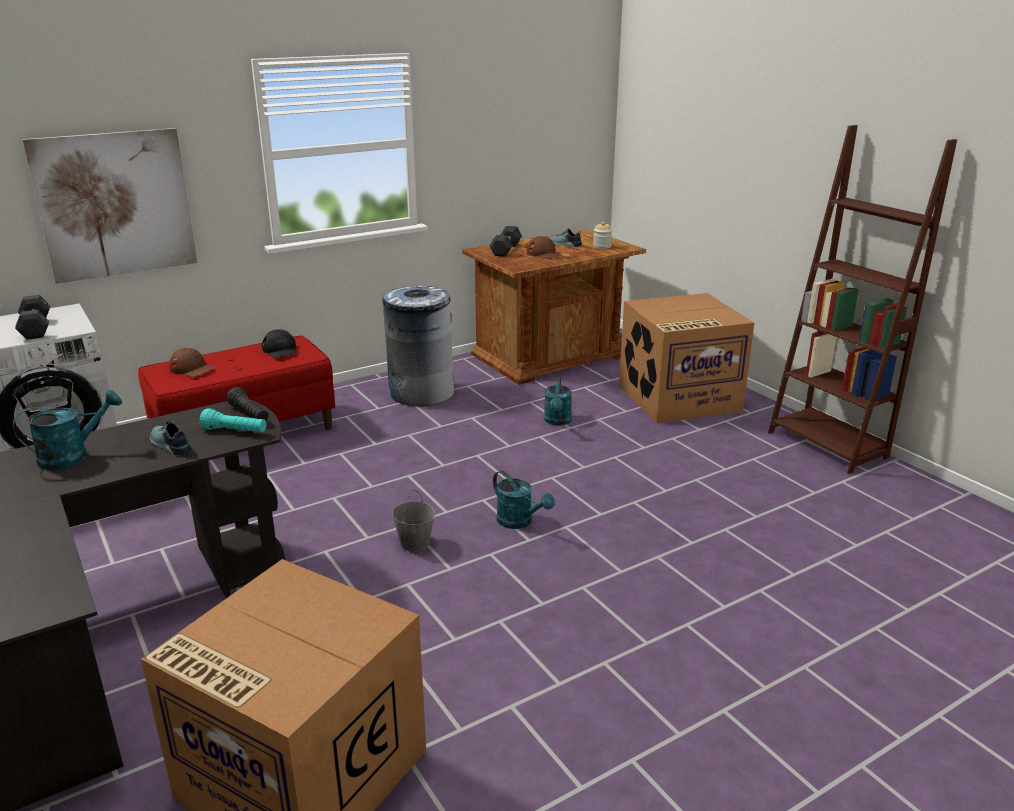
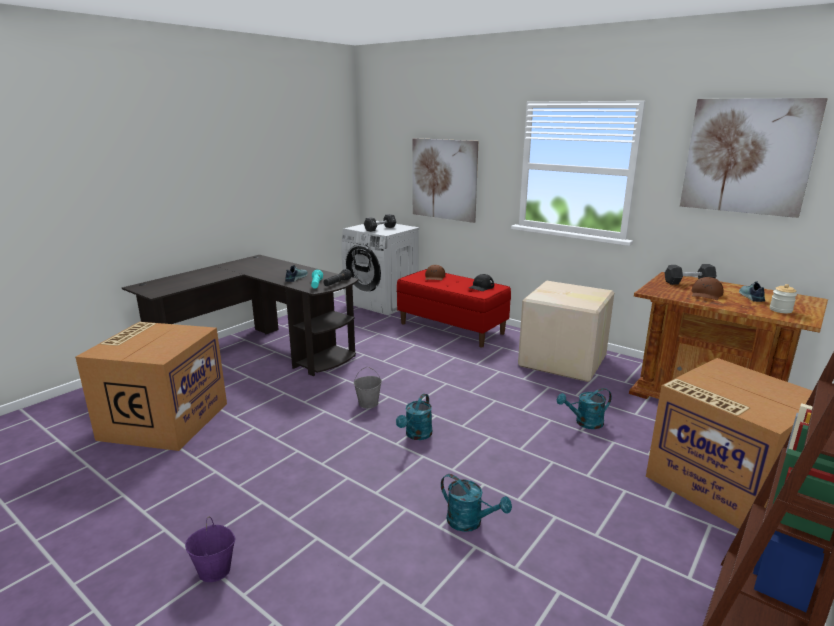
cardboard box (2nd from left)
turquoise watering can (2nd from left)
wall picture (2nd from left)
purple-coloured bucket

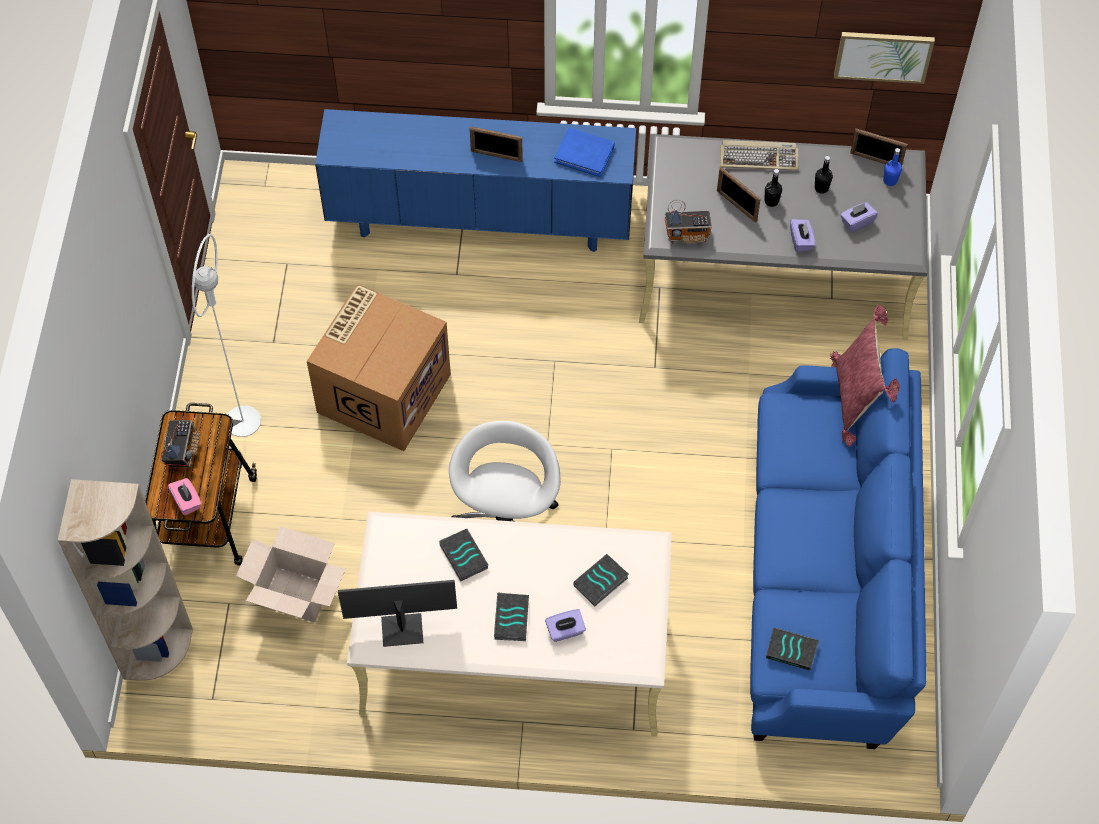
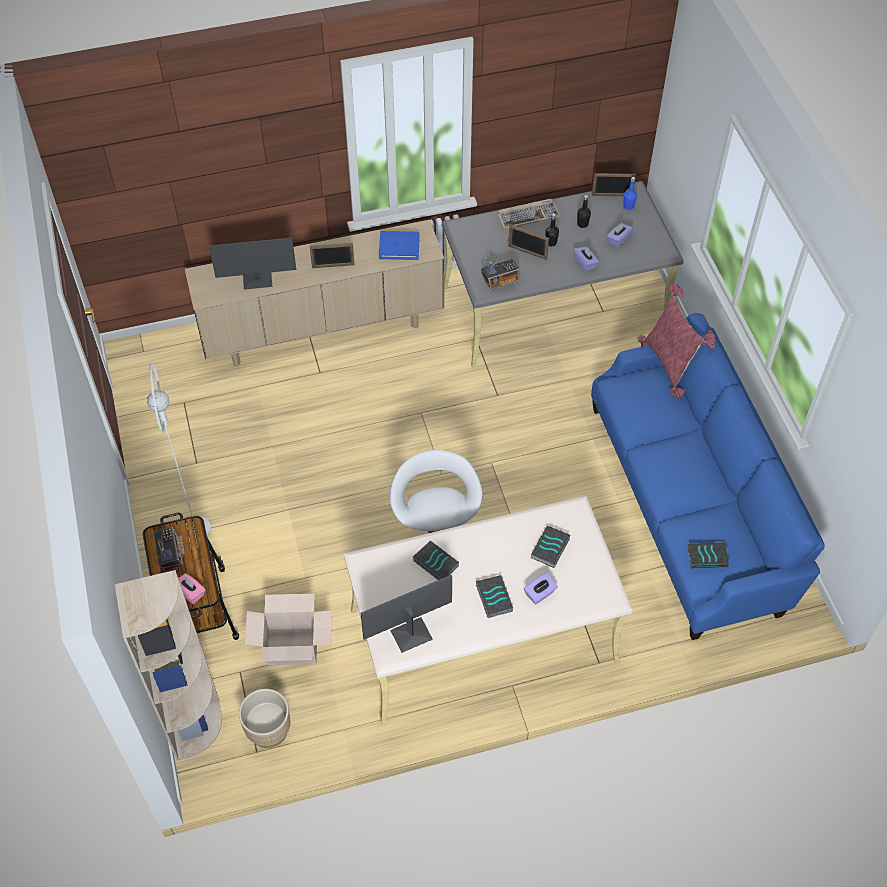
wall picture
beige-coloured storage cabinet
cardboard box (2nd from left in the first image)
monitor (1st from left)
beige-coloured flower pot

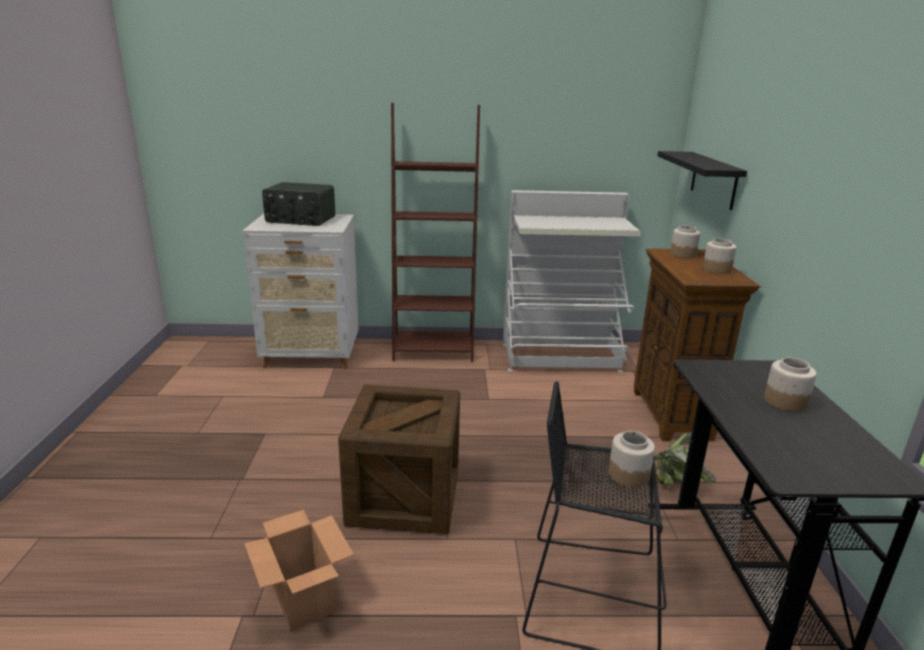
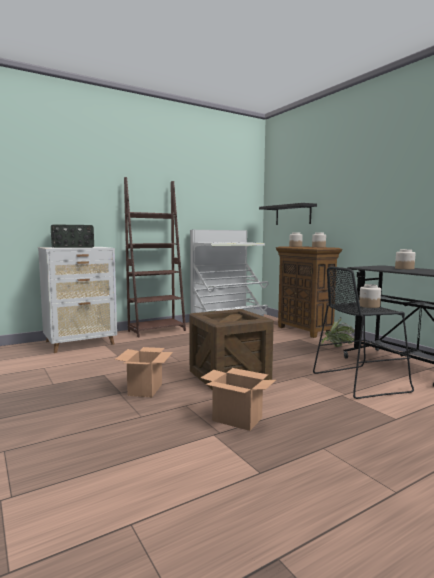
cardboard box (1st from left)

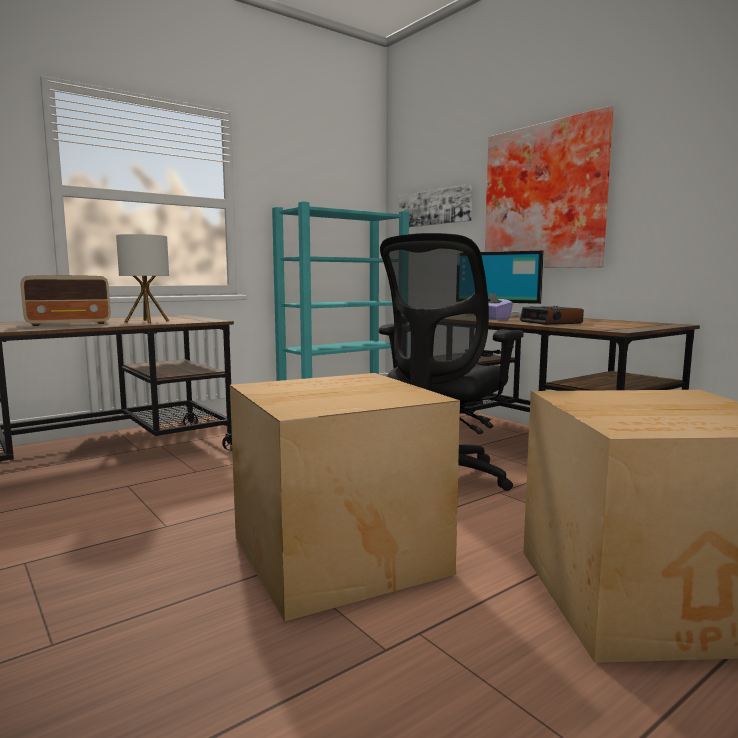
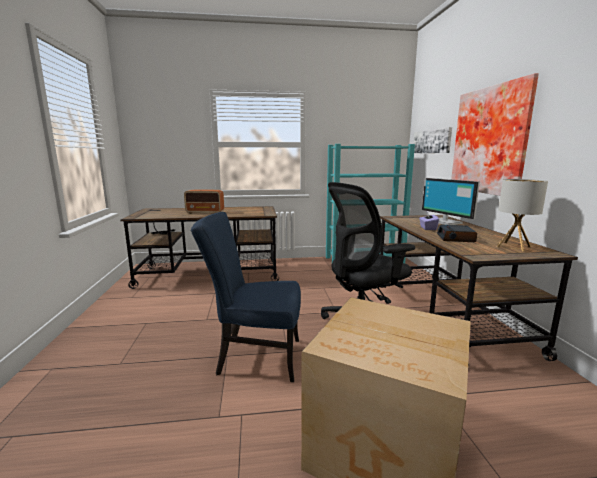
table lamp
blue-coloured chair

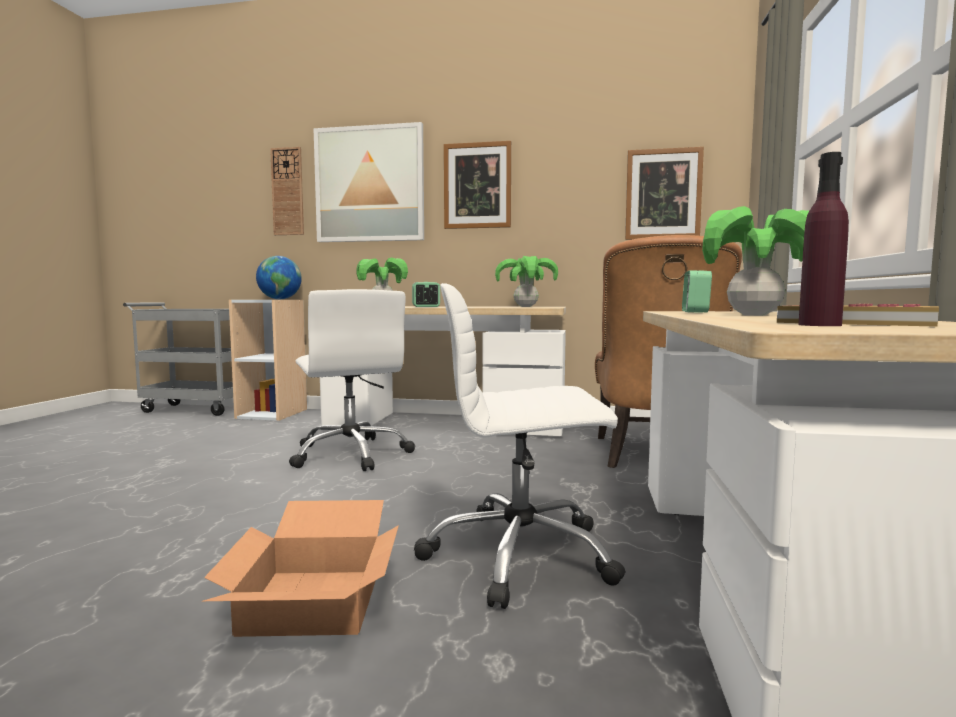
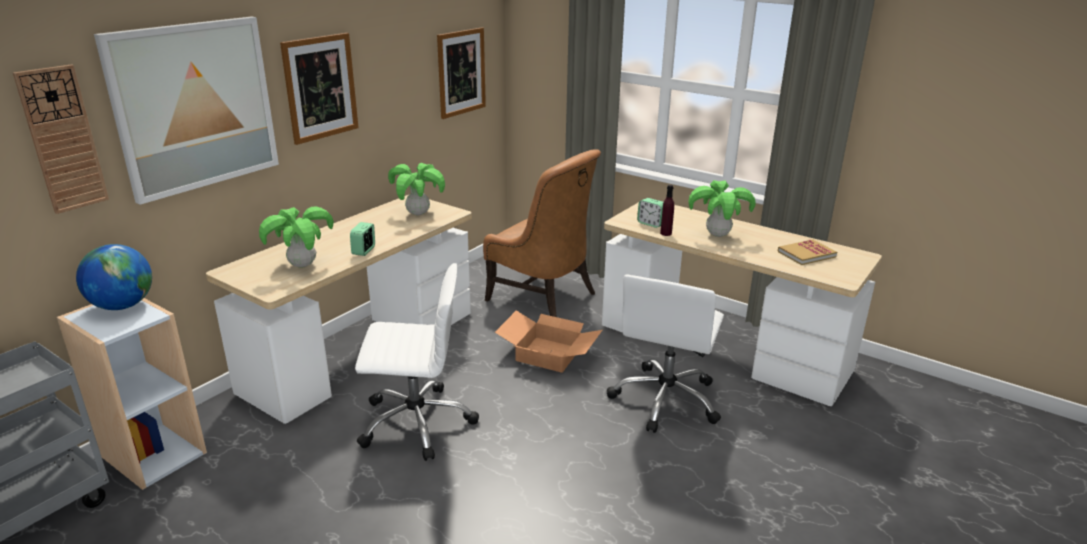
purple-coloured bottle
cardboard box

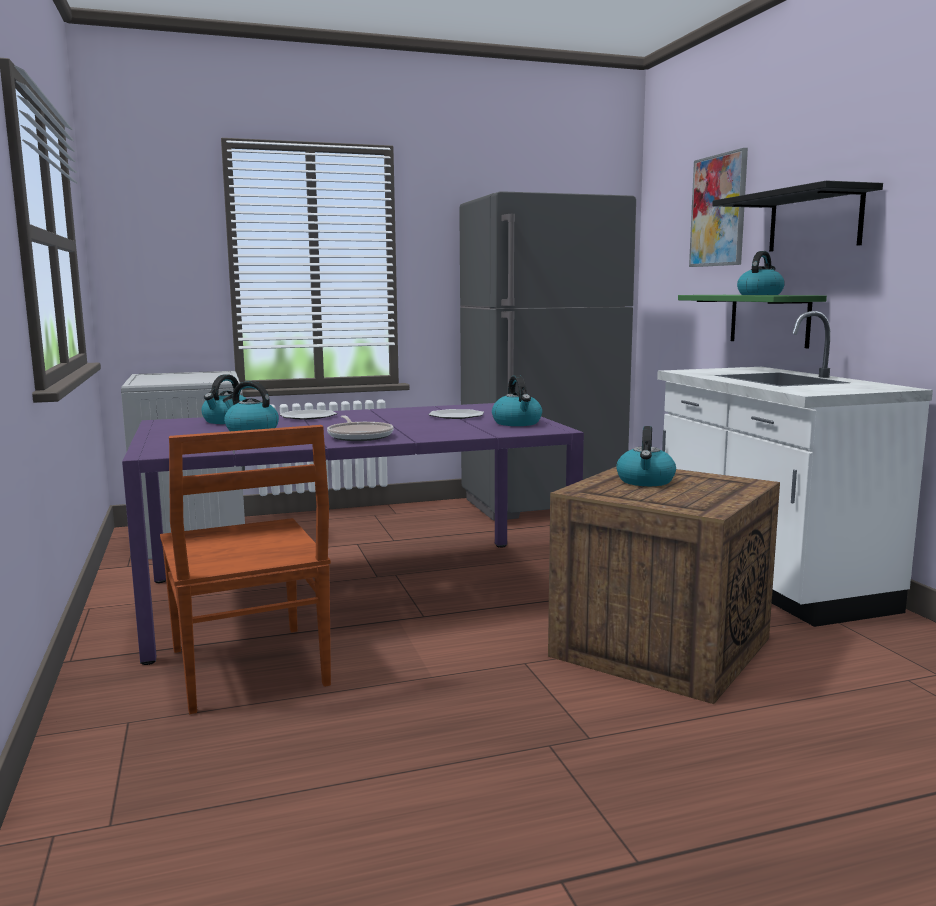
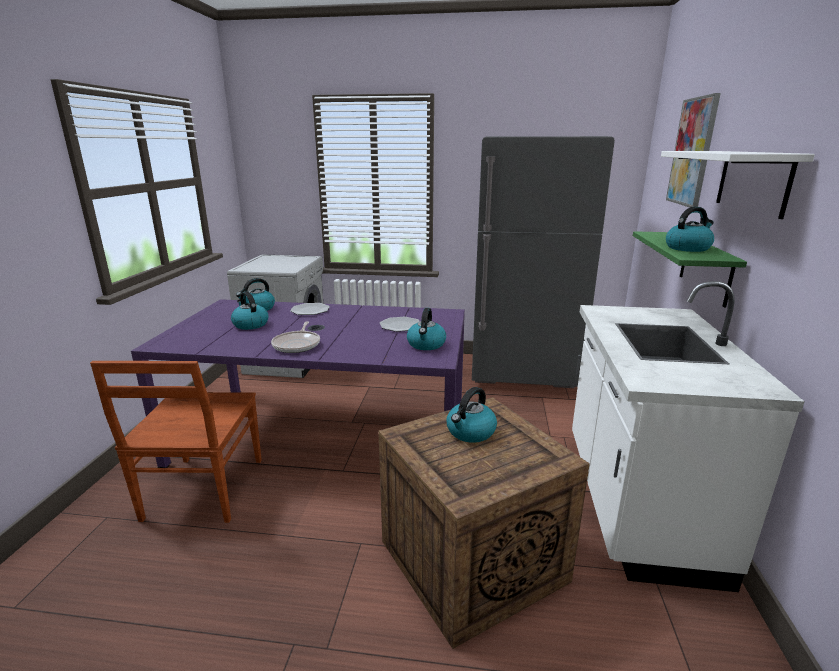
white shelf

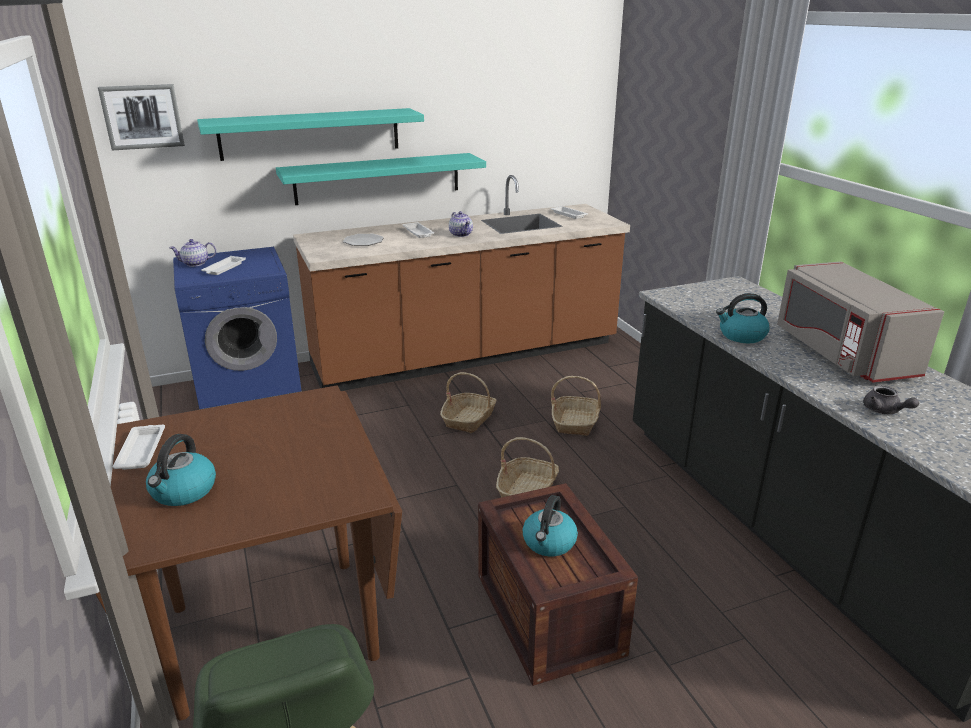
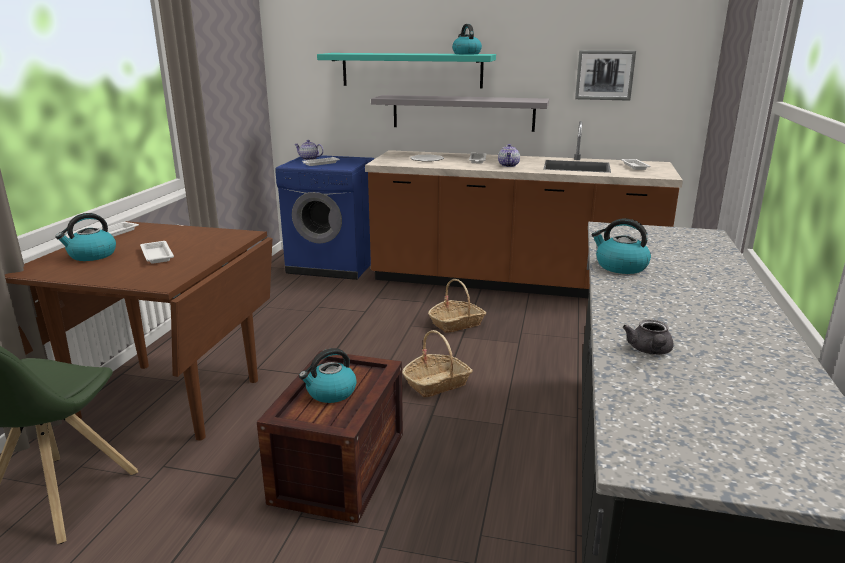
wall picture
grey shelf
grey kitchen microwave
household basket (3rd from left in the first image)
water kettle (3rd from left)
white serving tray (2nd from left)

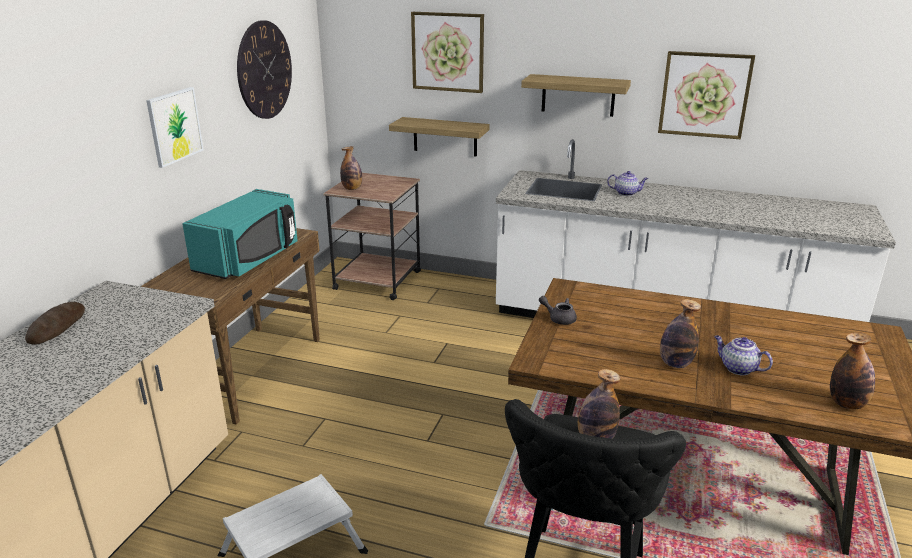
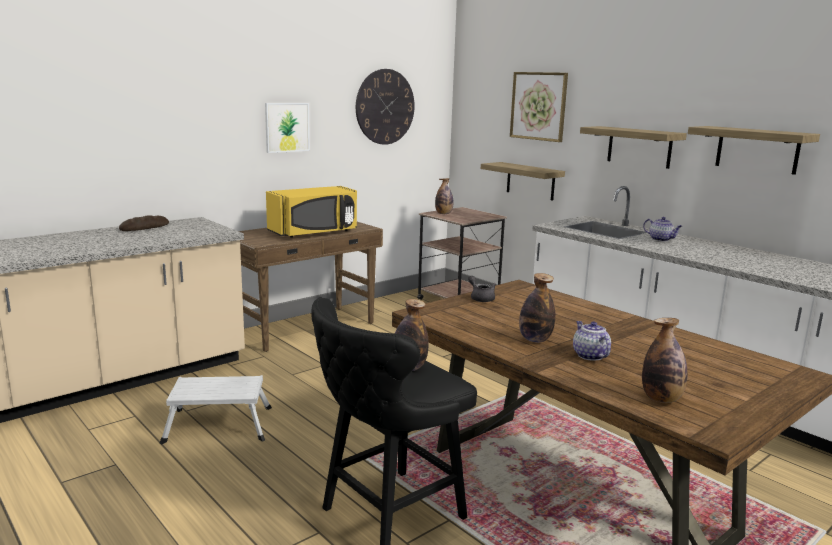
shelf (3rd from left)
yellow kitchen microwave

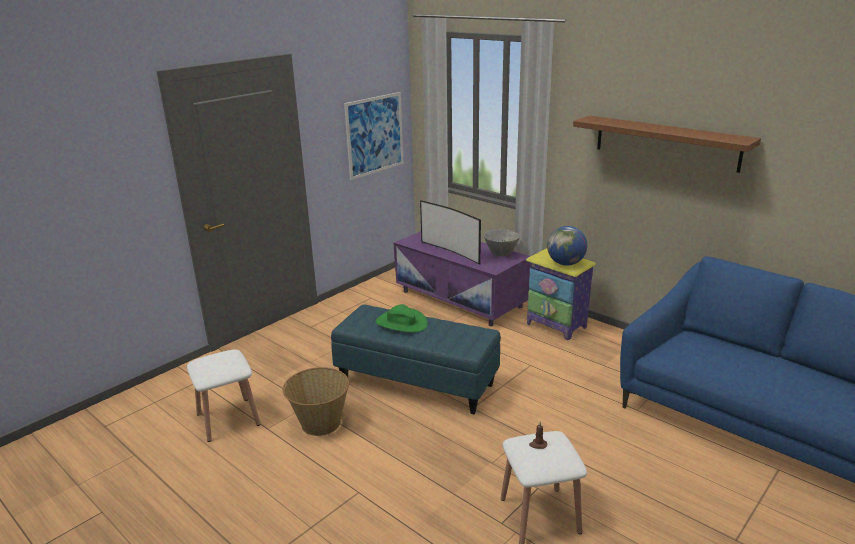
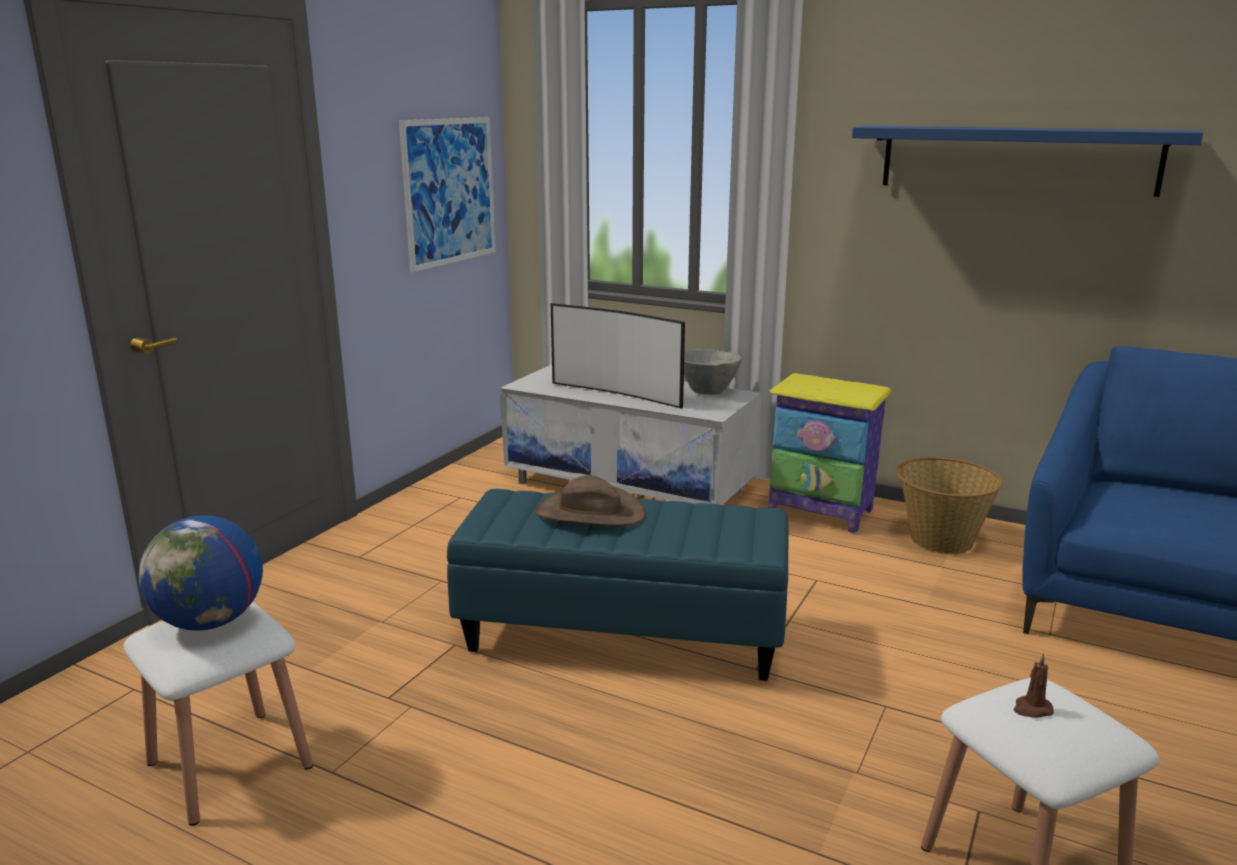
blue-coloured shelf
globe
white media console
brownish clothing hat
household basket

